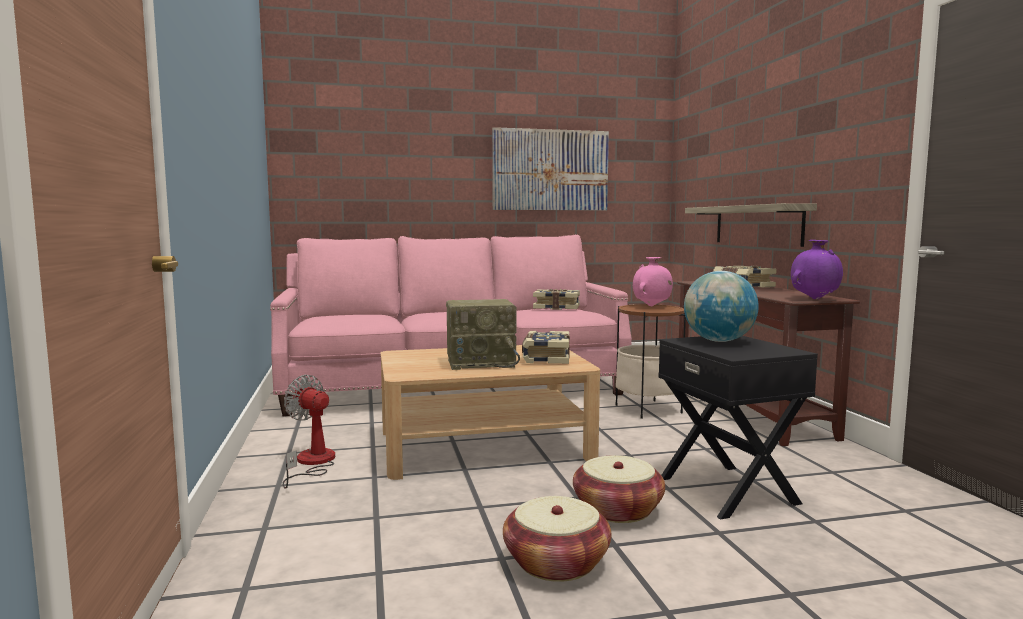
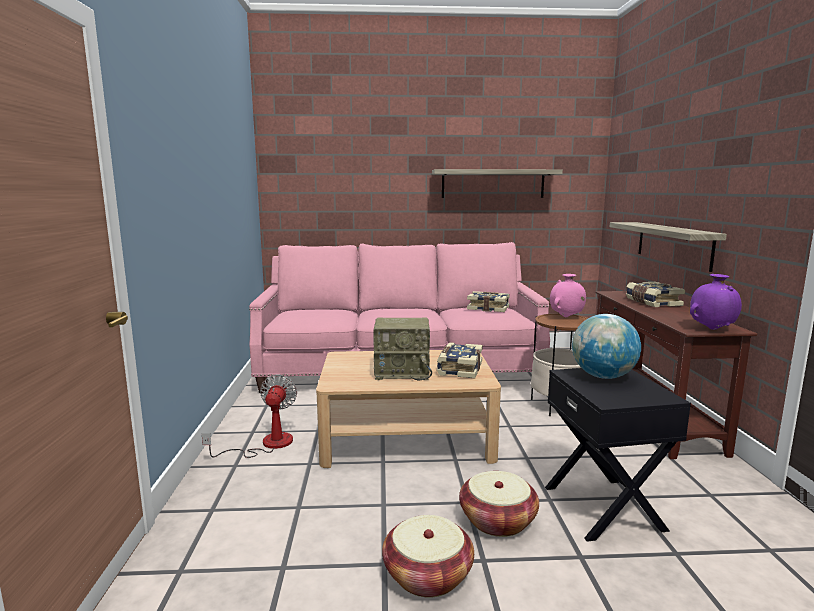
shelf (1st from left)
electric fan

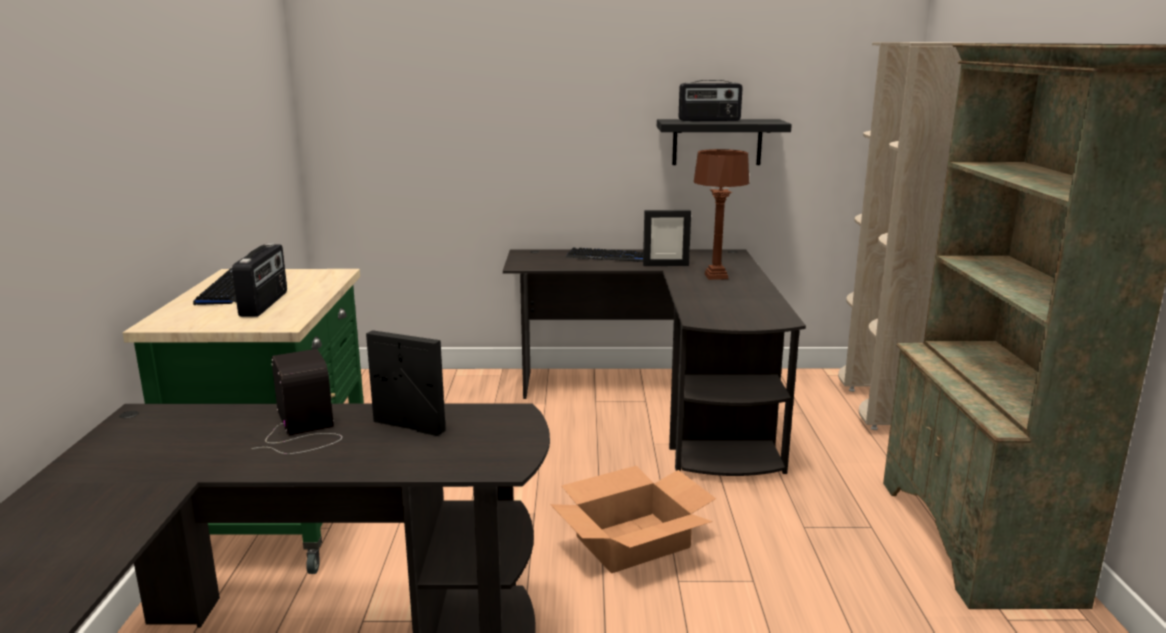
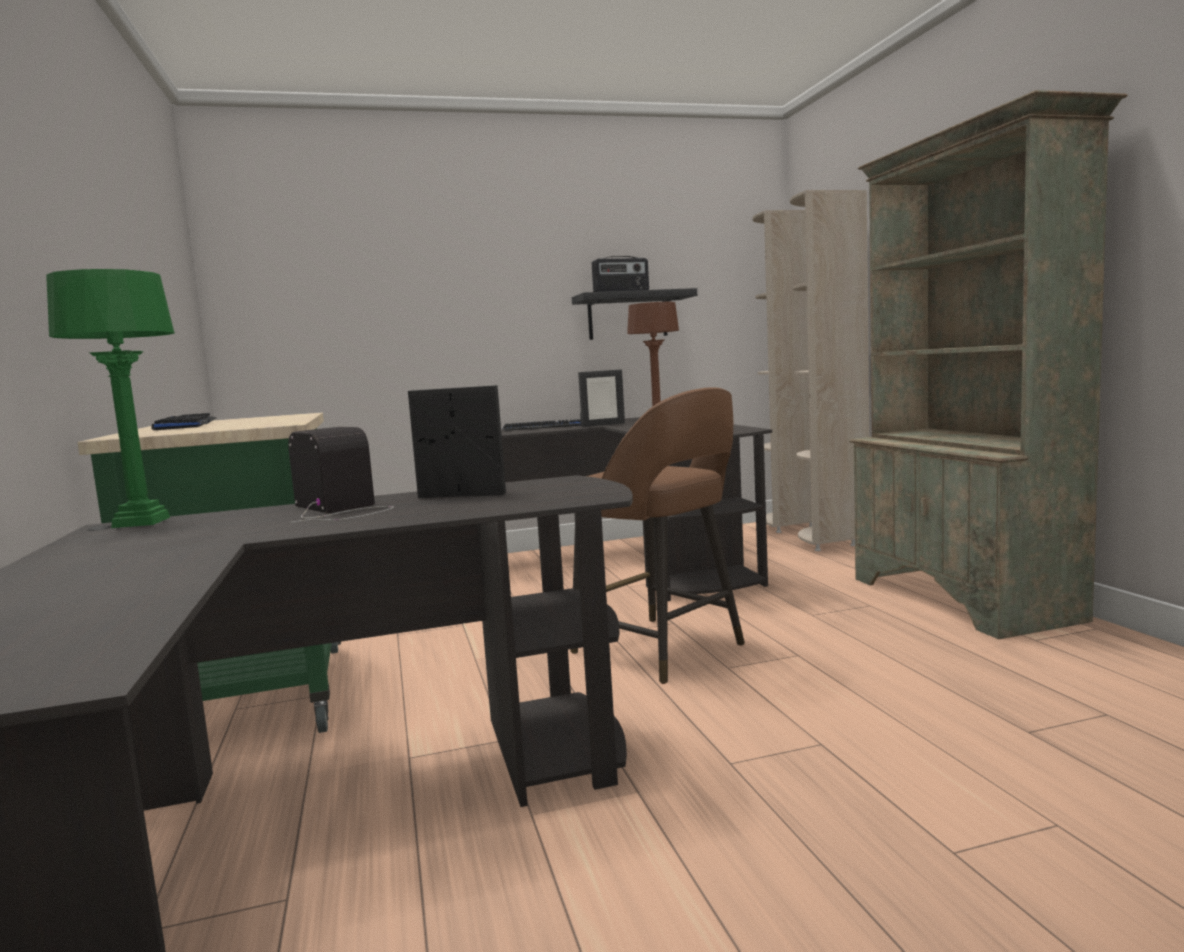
radio set (1st from left in the first image)
brownish sitting stool
green-coloured table lamp

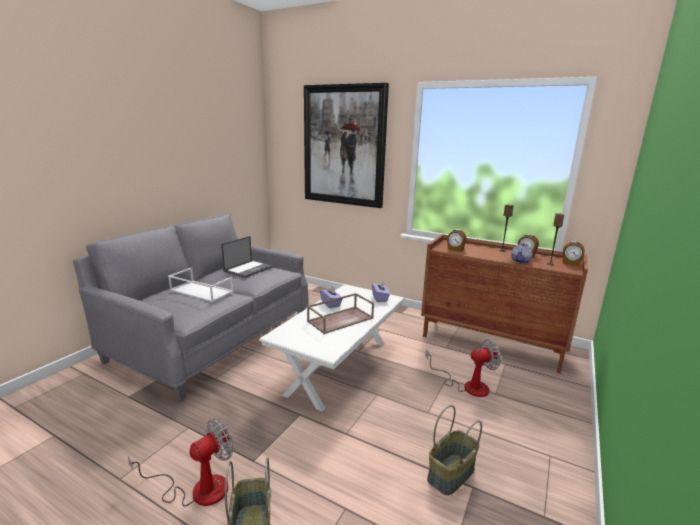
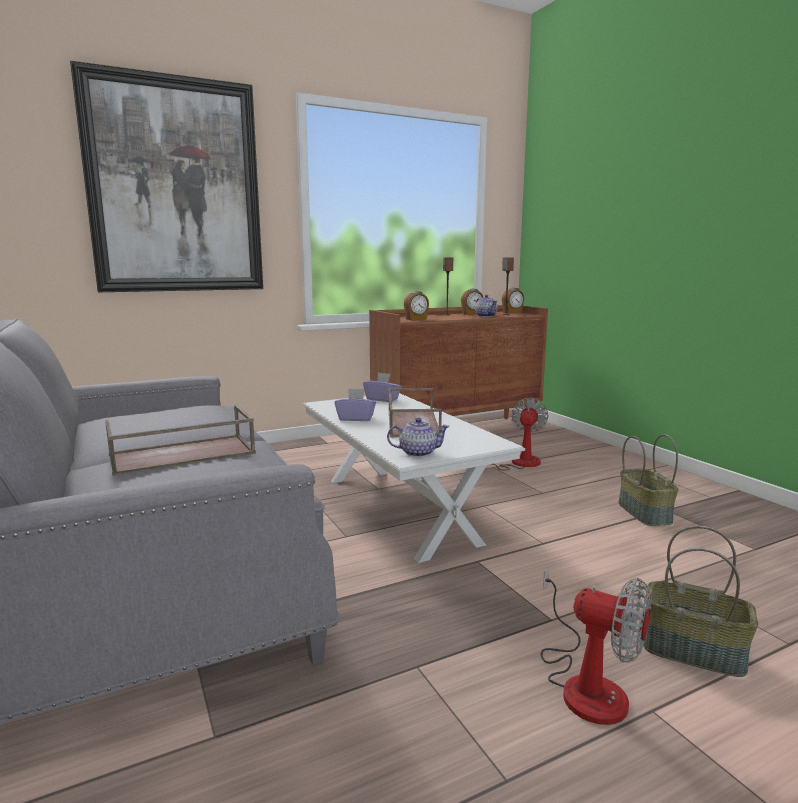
notebook computer
brownish serving tray (1st from left)
electric fan (2nd from left)
pot for tea (1st from left)

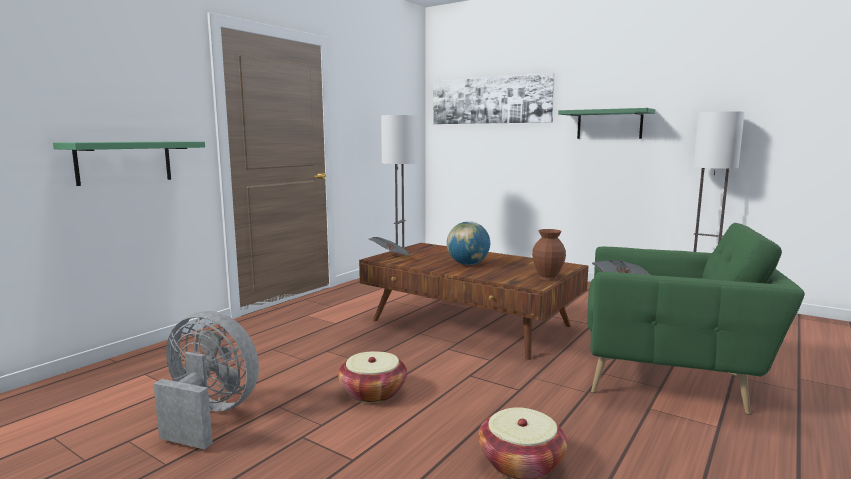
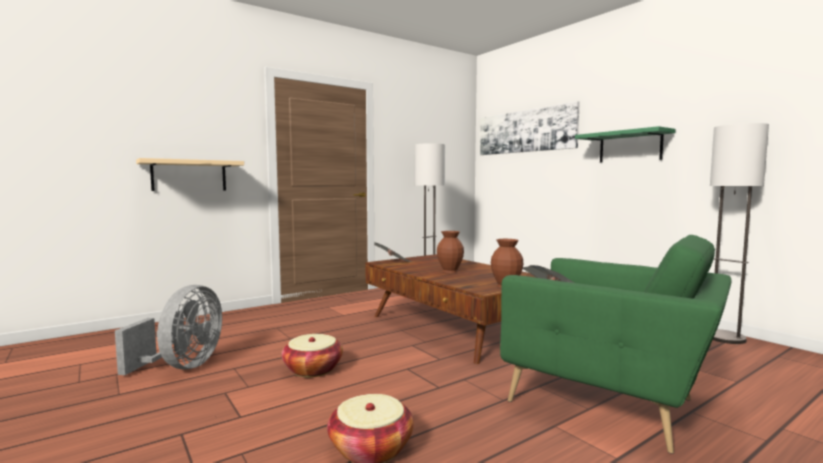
beige-coloured shelf
brownish vase (1st from left)
grey electric fan

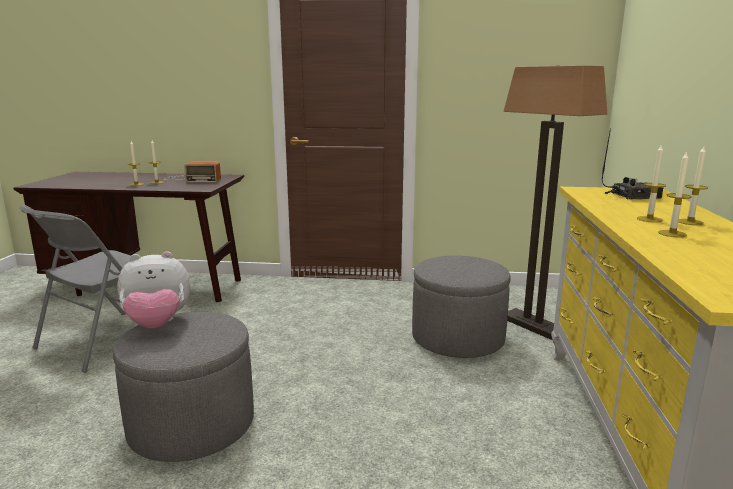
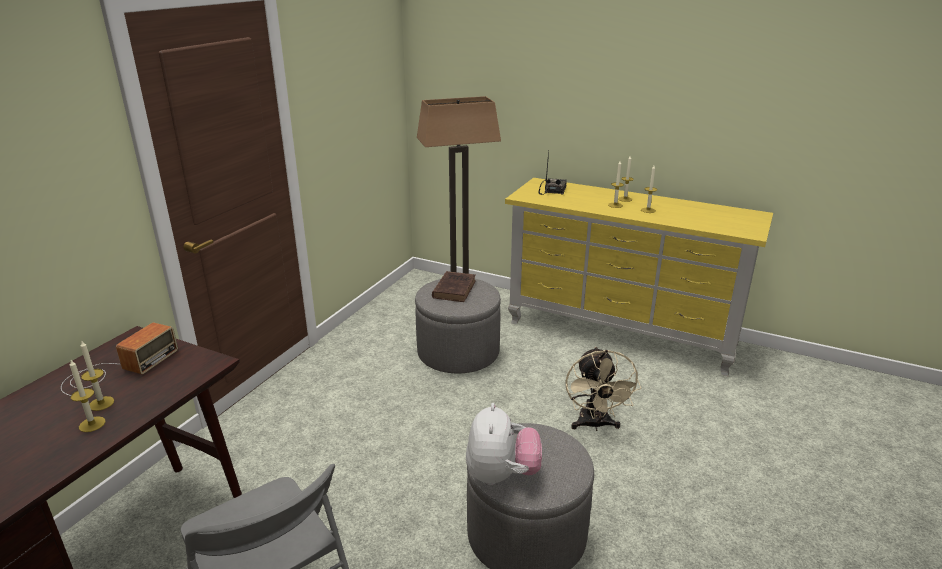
brownish volume
beige-coloured electric fan

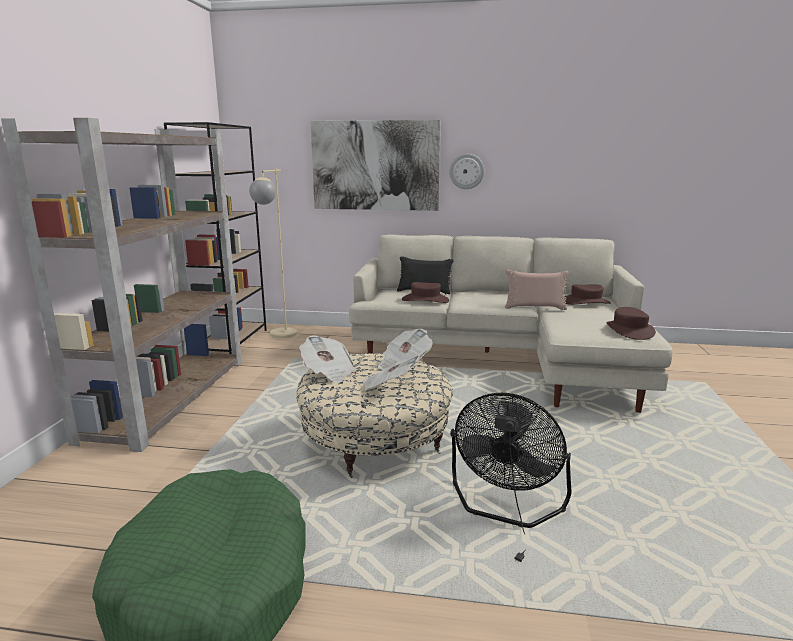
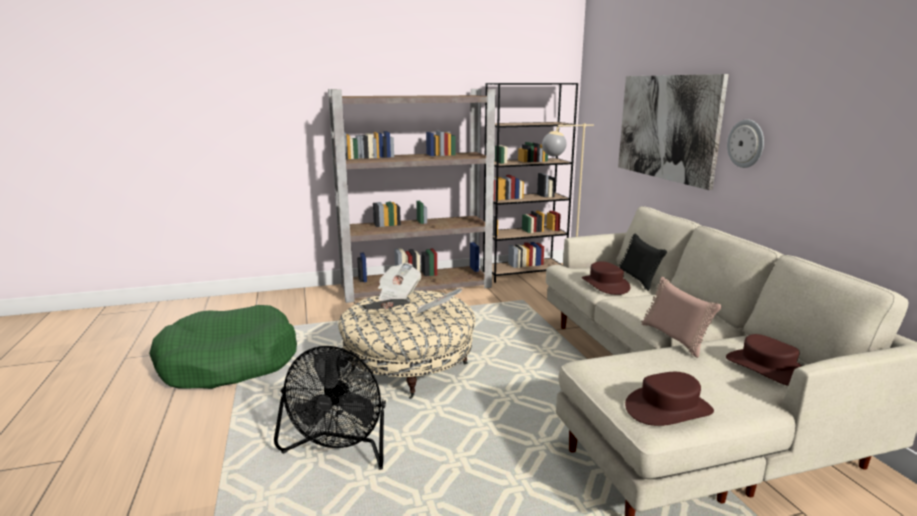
black-coloured electric fan

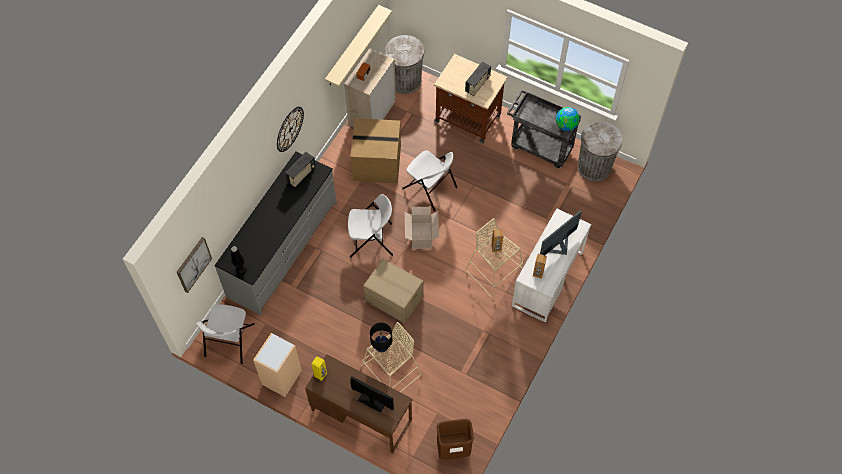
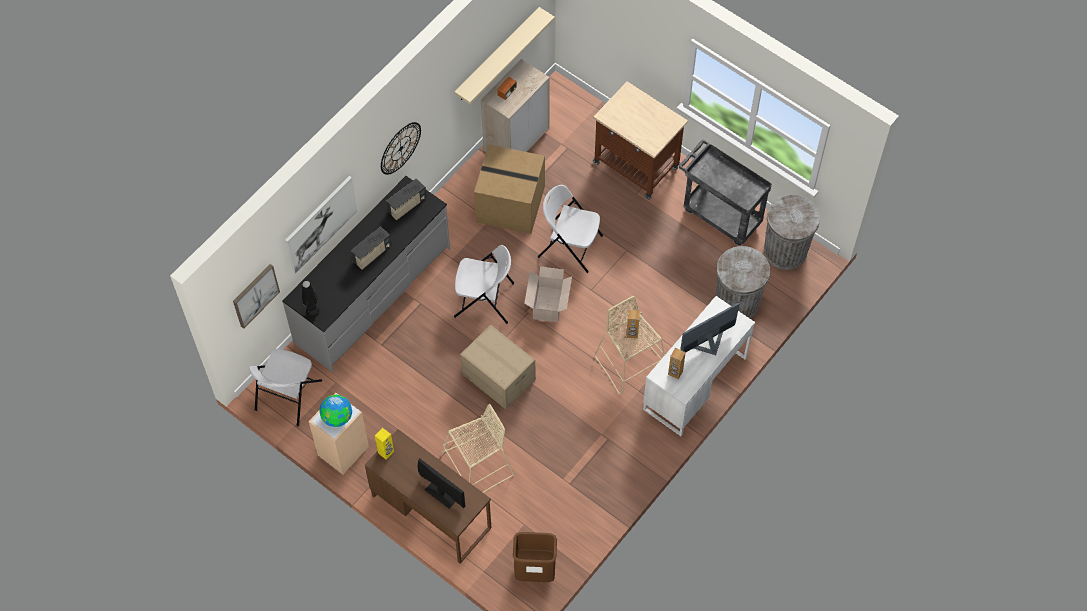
grey rubbish bin (1st from left)
radio set (1st from left)
globe
white chair (3rd from left)
black-coloured table lamp (2nd from left in the first image)
wall picture (2nd from left)

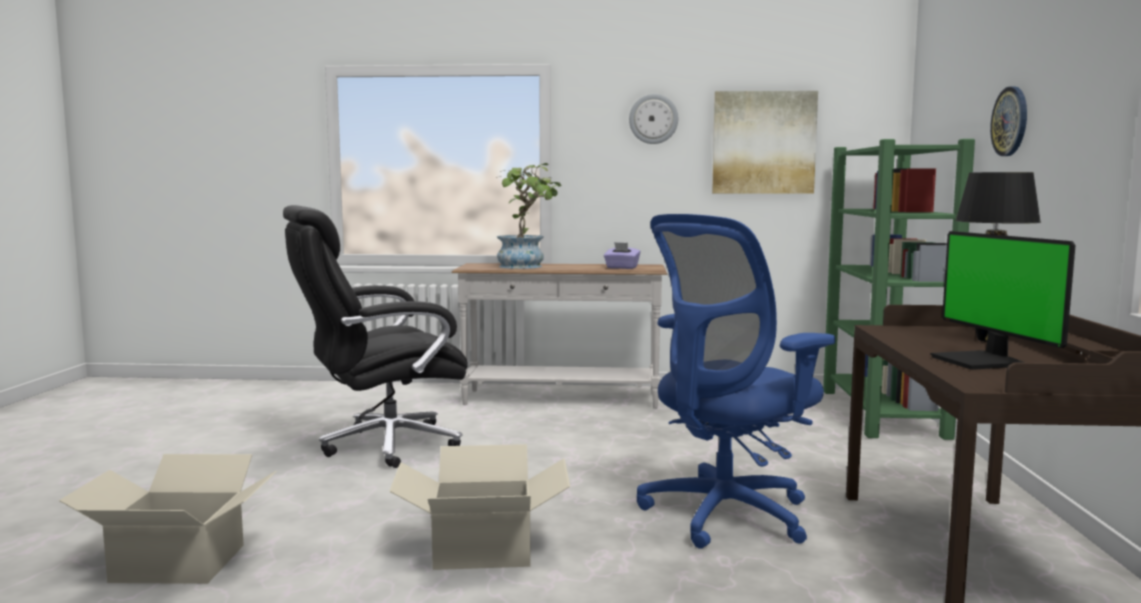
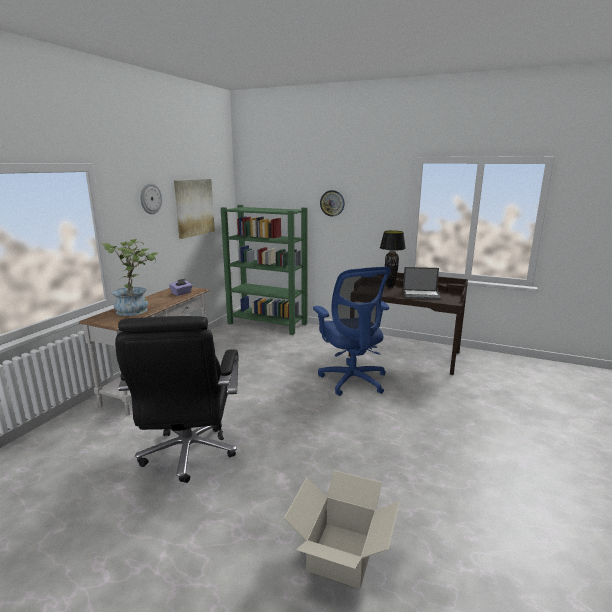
notebook computer
cardboard box (2nd from left in the first image)

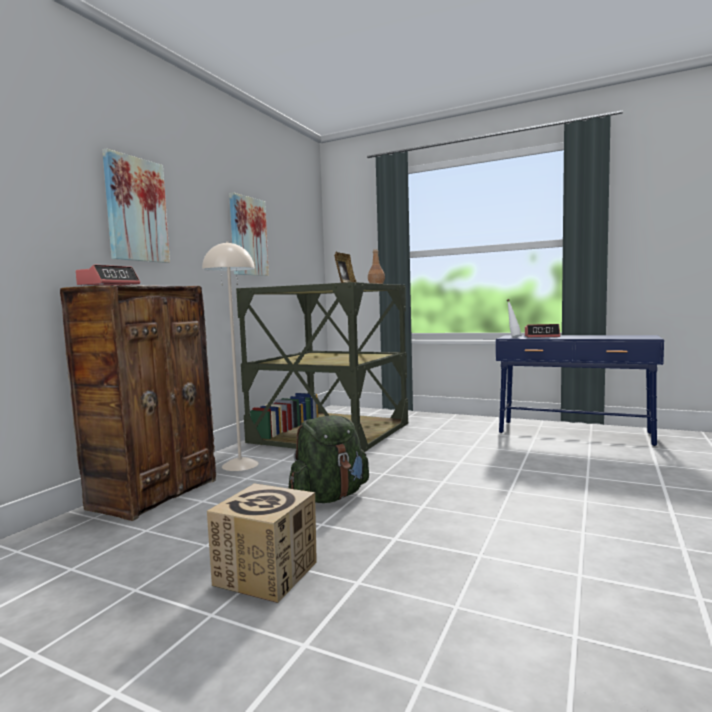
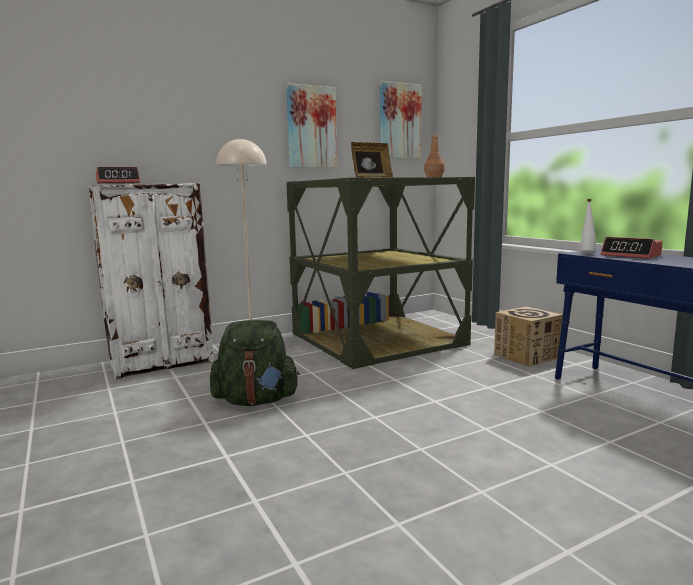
wall picture (2nd from left)
white storage cabinet
cardboard box

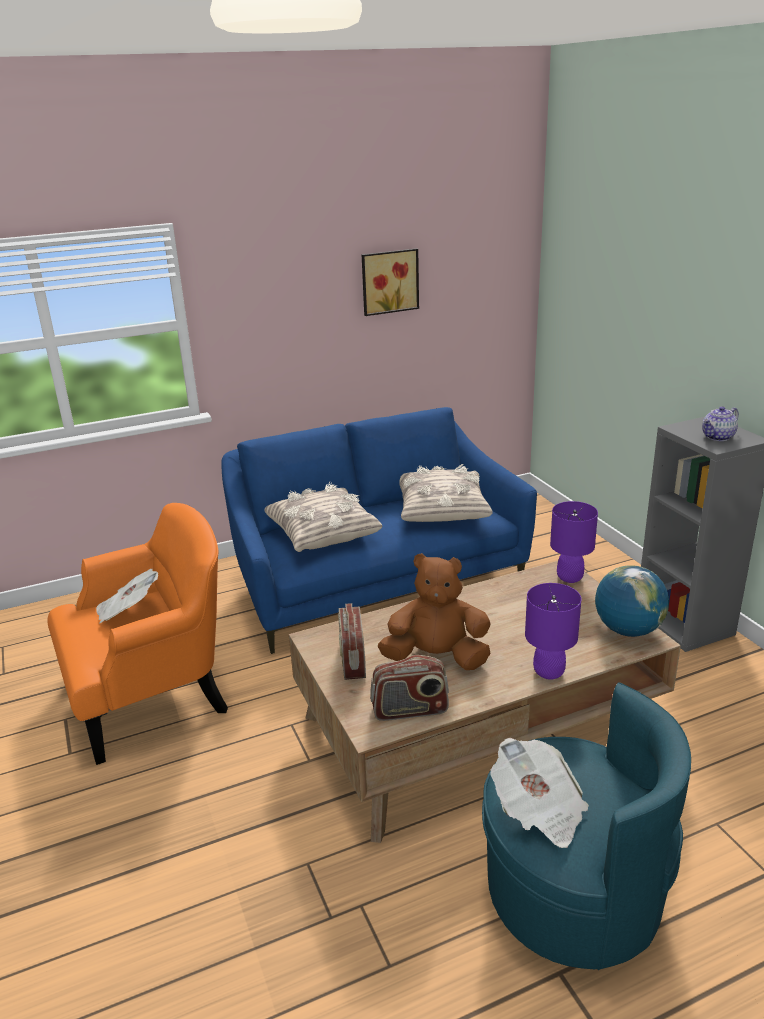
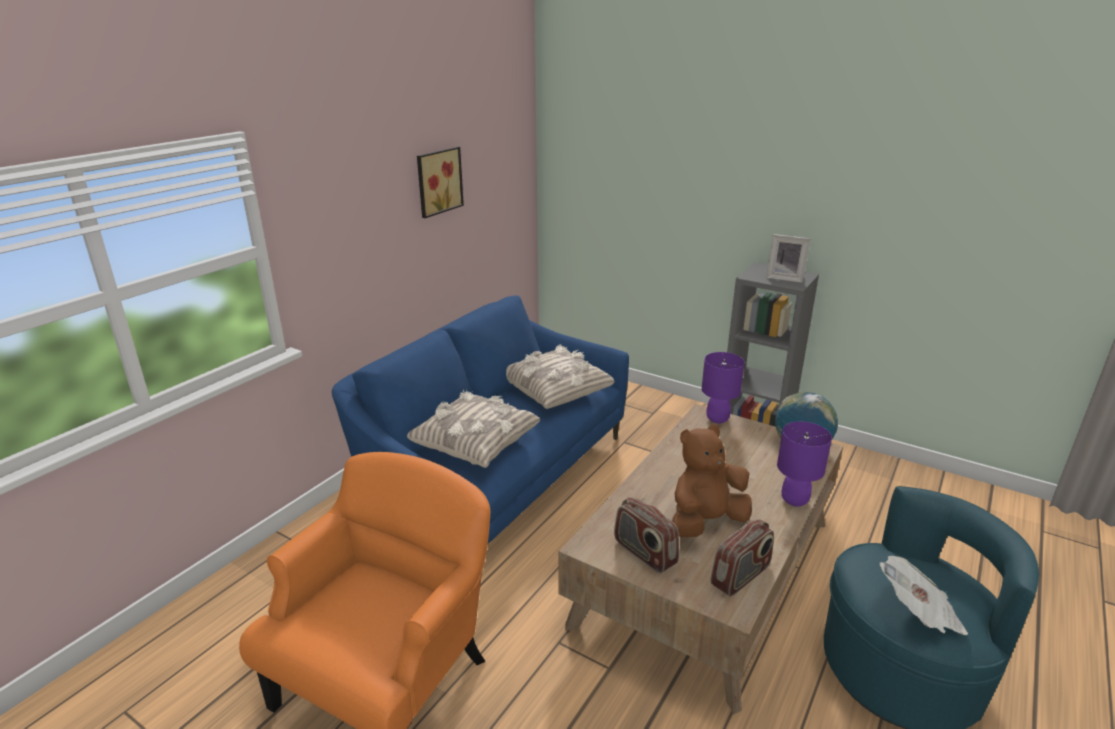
standing frame
daily paper (1st from left in the first image)

